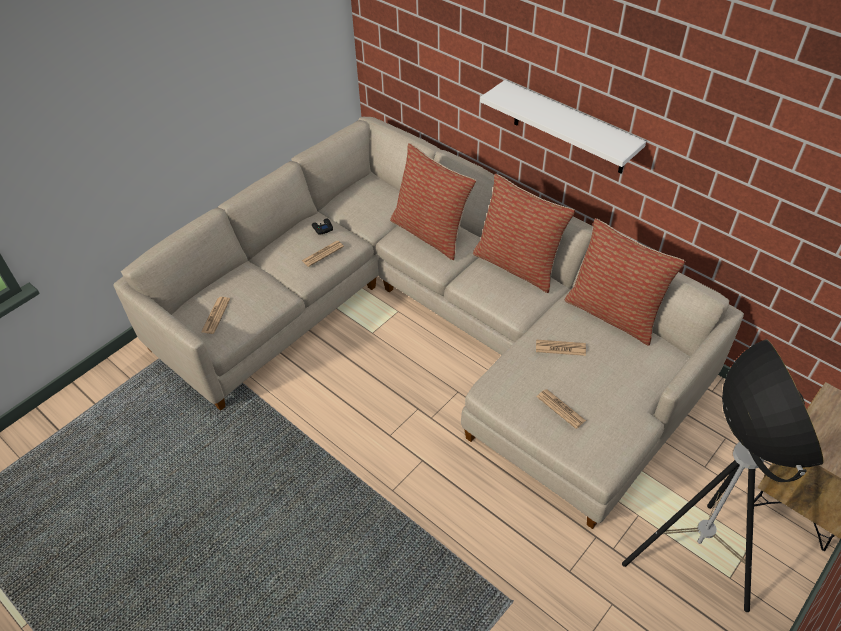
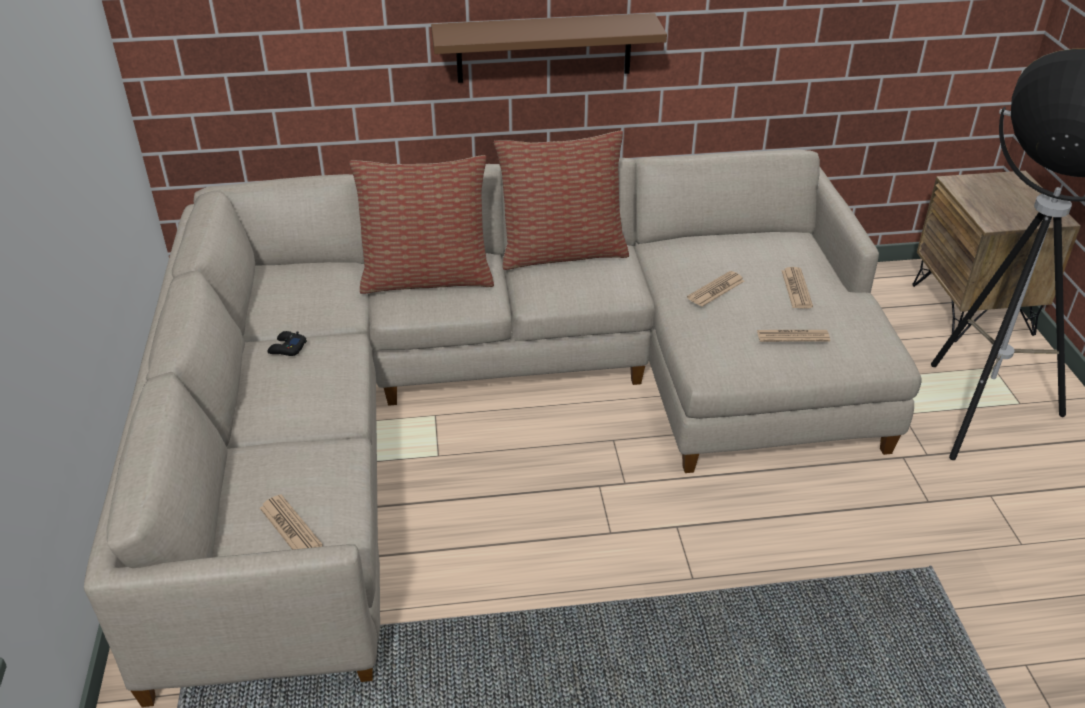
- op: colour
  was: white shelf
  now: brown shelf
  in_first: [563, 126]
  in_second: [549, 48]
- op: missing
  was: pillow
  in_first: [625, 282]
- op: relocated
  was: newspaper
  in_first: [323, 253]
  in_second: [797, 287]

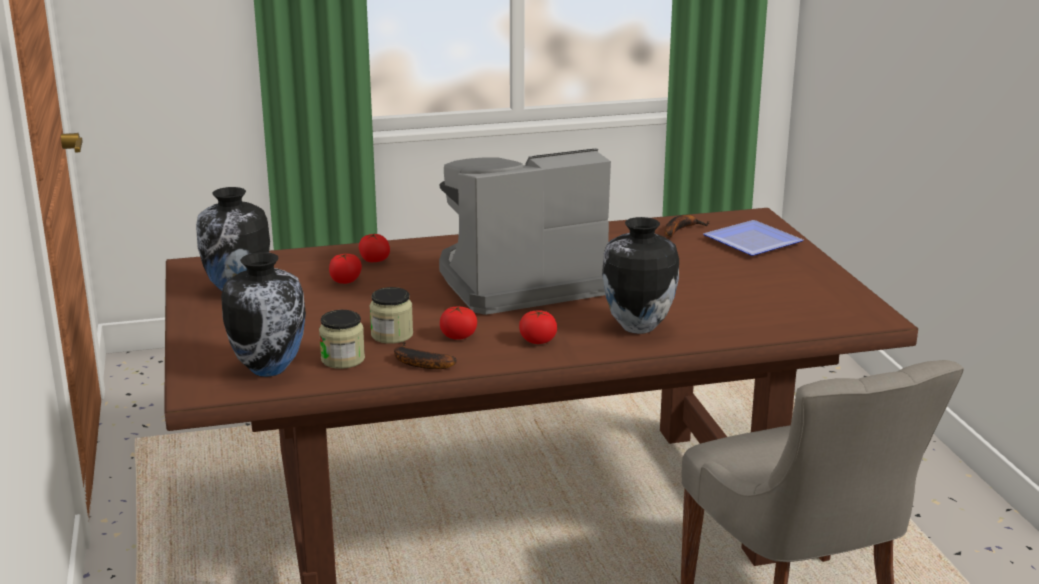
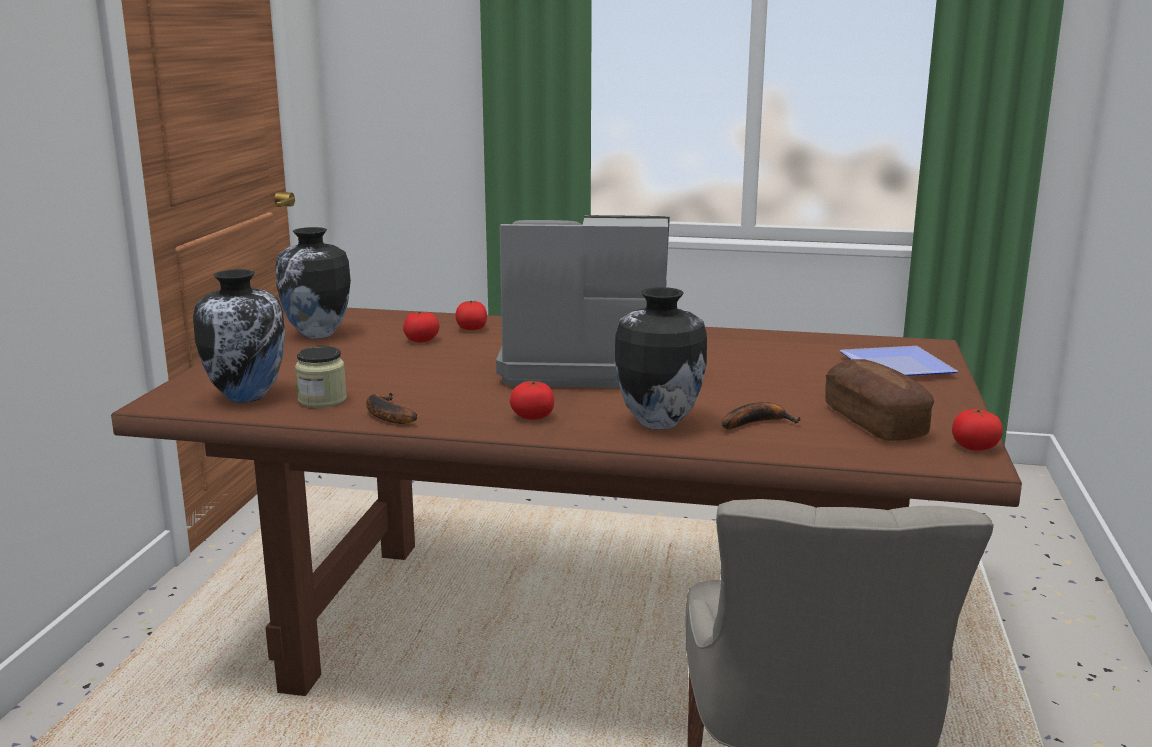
- op: relocated
  was: banana
  in_first: [687, 226]
  in_second: [761, 415]
- op: missing
  was: jar
  in_first: [391, 315]
- op: relocated
  was: tomato
  in_first: [458, 323]
  in_second: [977, 430]
- op: appeared
  now: bread
  in_second: [879, 400]

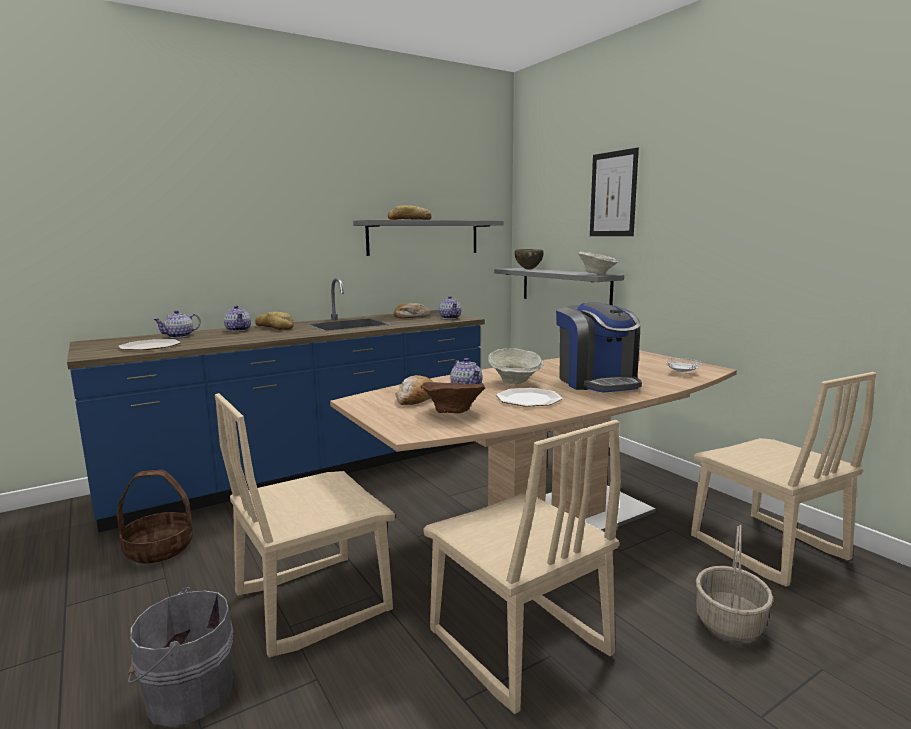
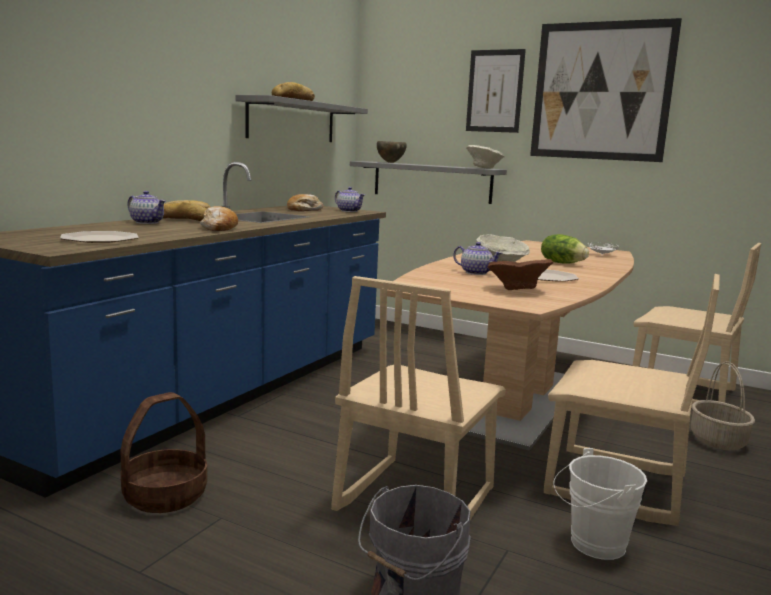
- op: exchanged
  was: coffee machine
  now: lettuce
  in_first: [599, 347]
  in_second: [565, 249]
- op: missing
  was: teapot
  in_first: [177, 324]
- op: relocated
  was: bread
  in_first: [414, 390]
  in_second: [219, 218]
- op: appeared
  now: picture
  in_second: [606, 90]
- op: appeared
  now: white bucket
  in_second: [600, 504]

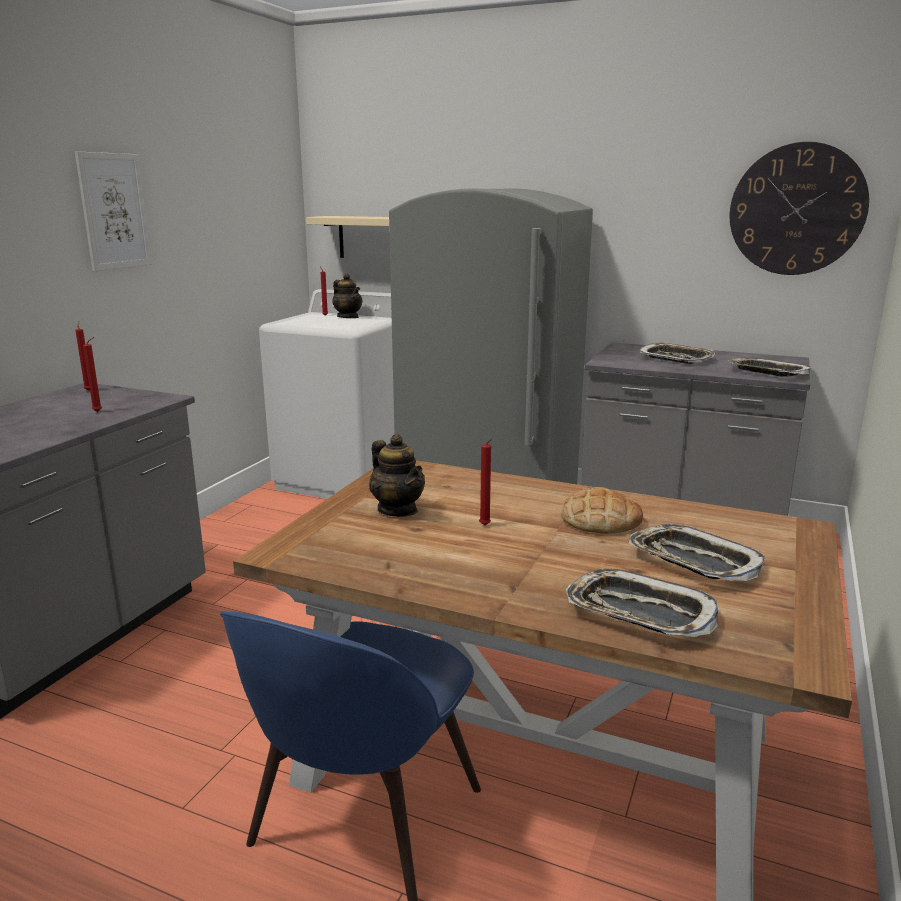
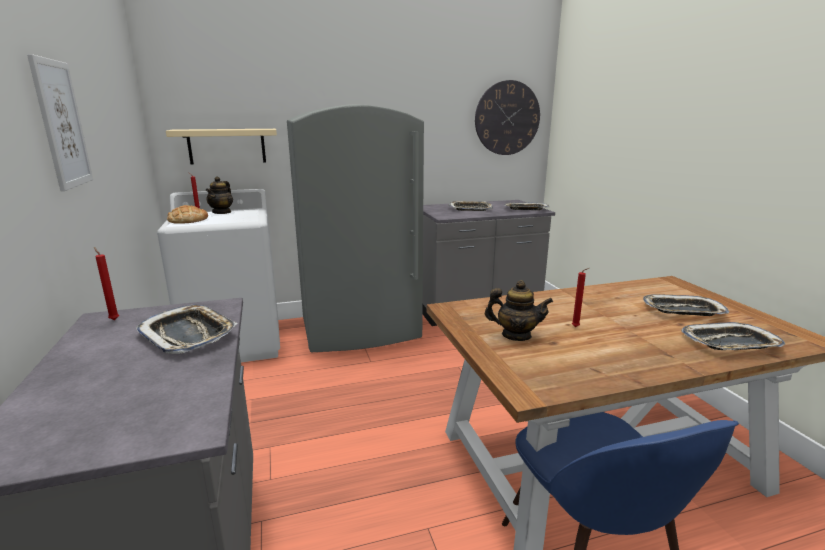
- op: spun
  was: teapot
  in_first: [347, 295]
  in_second: [219, 195]
  clockwise: 90
- op: exchanged
  was: red candle
  now: tray
  in_first: [92, 374]
  in_second: [187, 329]
- op: relocated
  was: bread
  in_first: [602, 510]
  in_second: [187, 214]

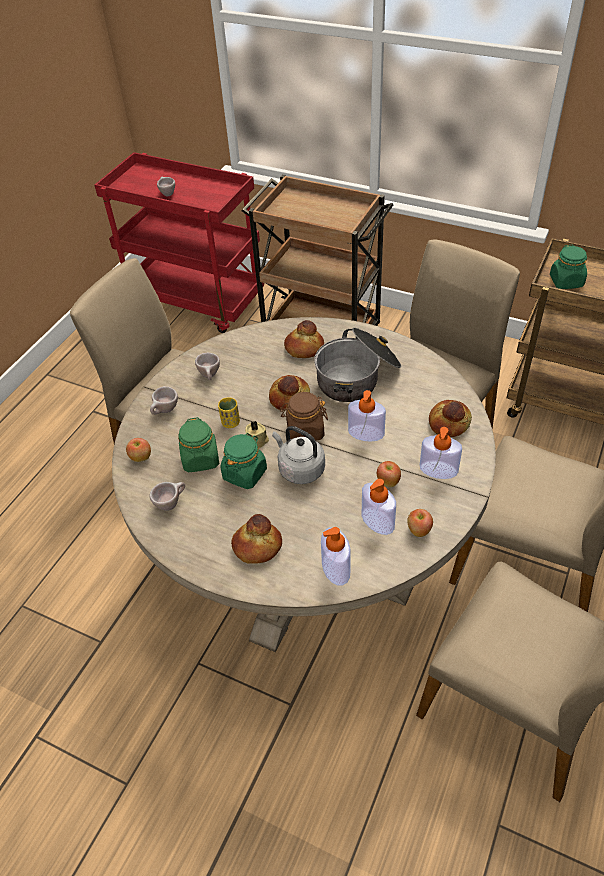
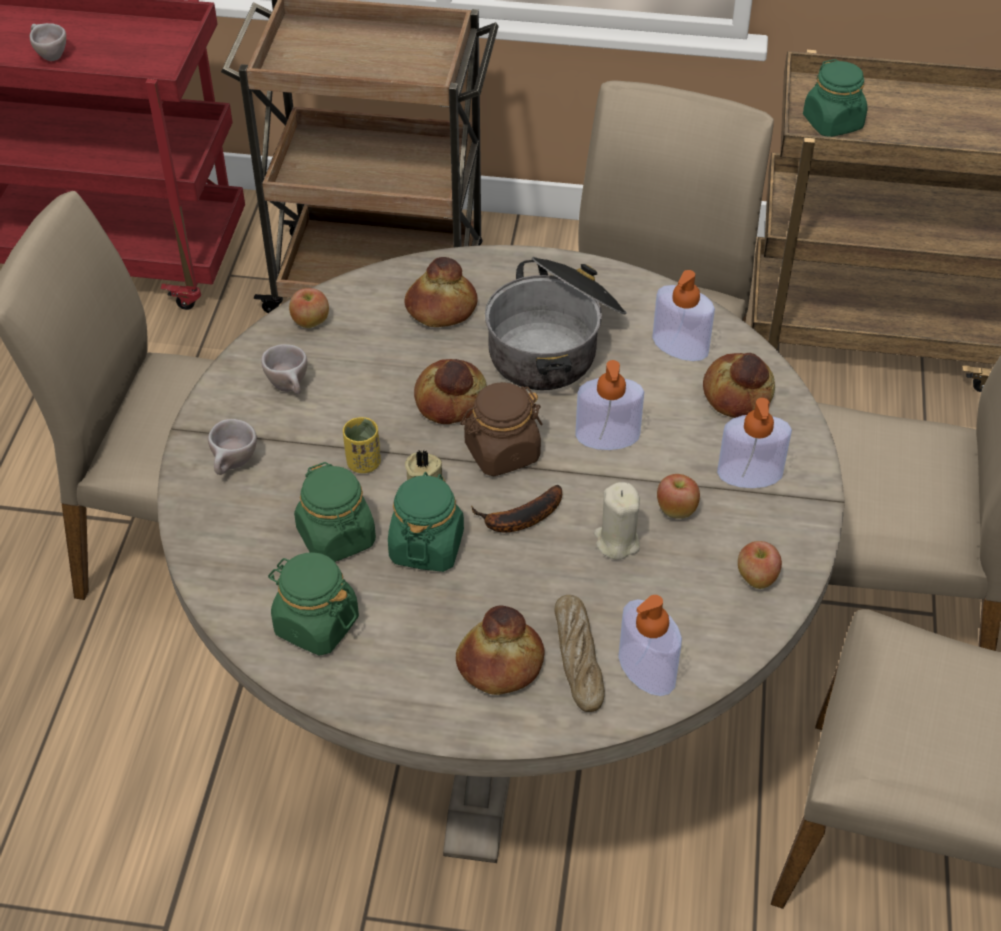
- op: exchanged
  was: grey kettle
  now: banana
  in_first: [298, 455]
  in_second: [516, 508]
- op: relocated
  was: apple
  in_first: [138, 450]
  in_second: [309, 308]
- op: relocated
  was: soap dispenser
  in_first: [379, 507]
  in_second: [683, 315]
- op: exchanged
  was: beige cup
  now: green jar
  in_first: [167, 496]
  in_second: [313, 604]
- op: appeared
  now: beige candle
  in_second: [617, 521]
- op: appeared
  now: bread
  in_second: [580, 653]

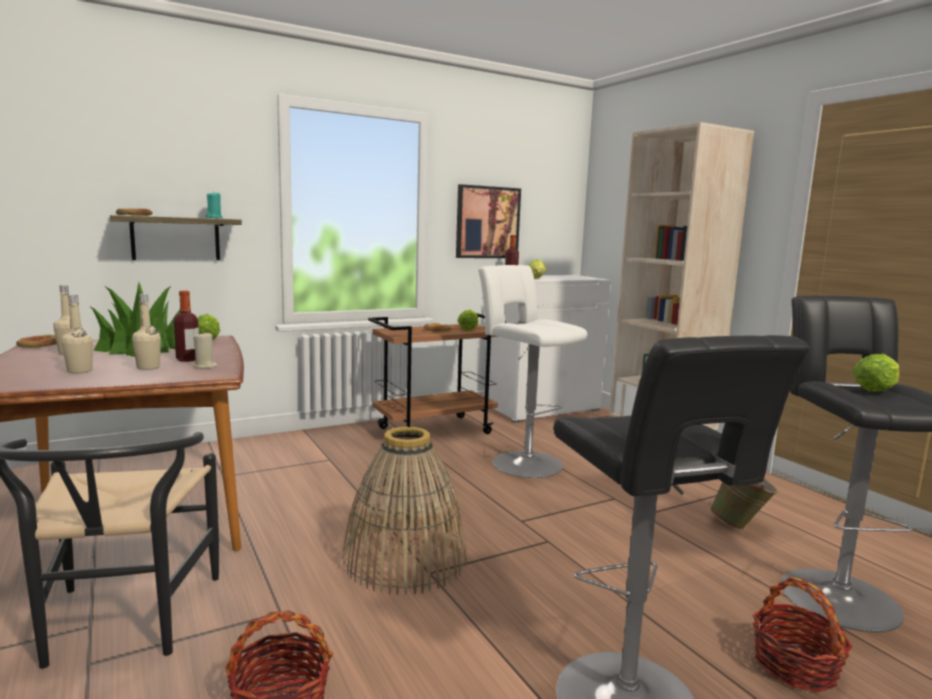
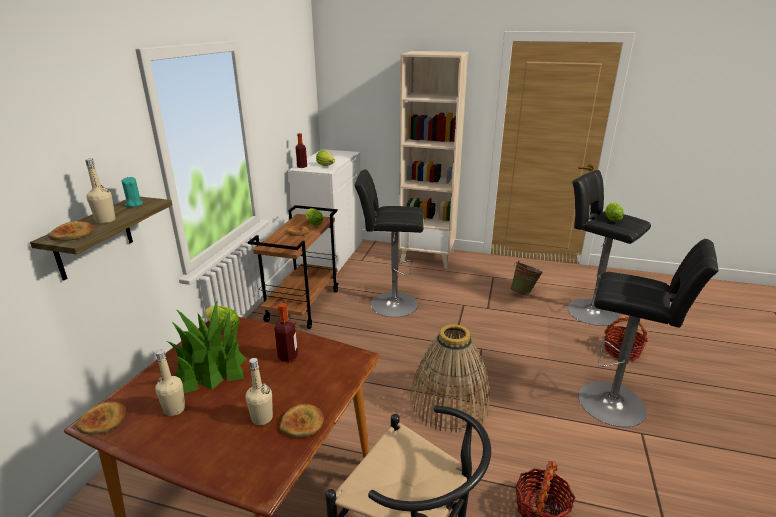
- op: missing
  was: picture
  in_first: [488, 221]
- op: colour
  was: white stool
  now: black stool
  in_first: [532, 371]
  in_second: [389, 243]
- op: relocated
  was: beige bottle
  in_first: [146, 332]
  in_second: [100, 191]
- op: missing
  was: beige candle
  in_first: [205, 350]
- op: appeared
  now: bread
  in_second: [302, 420]

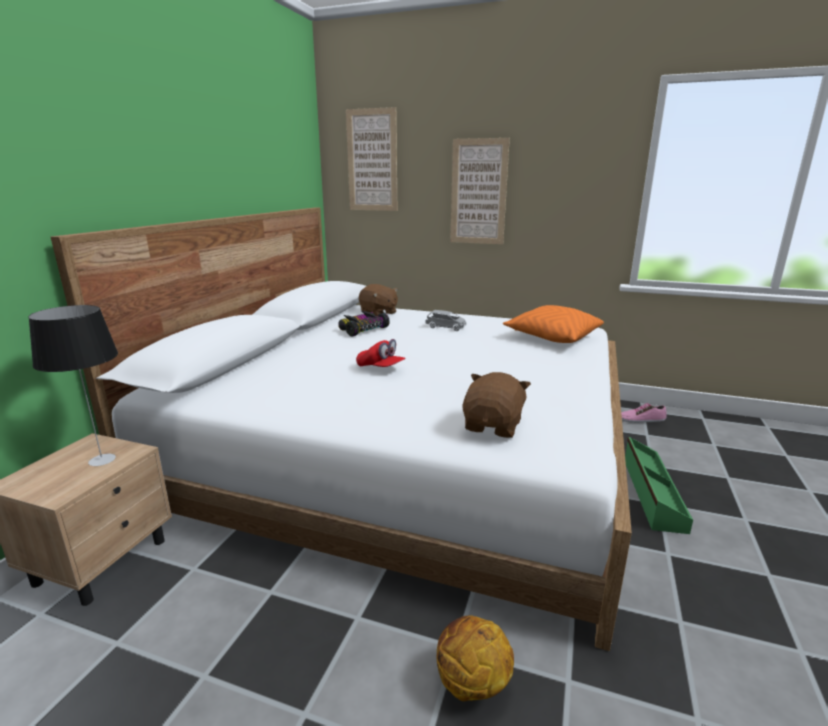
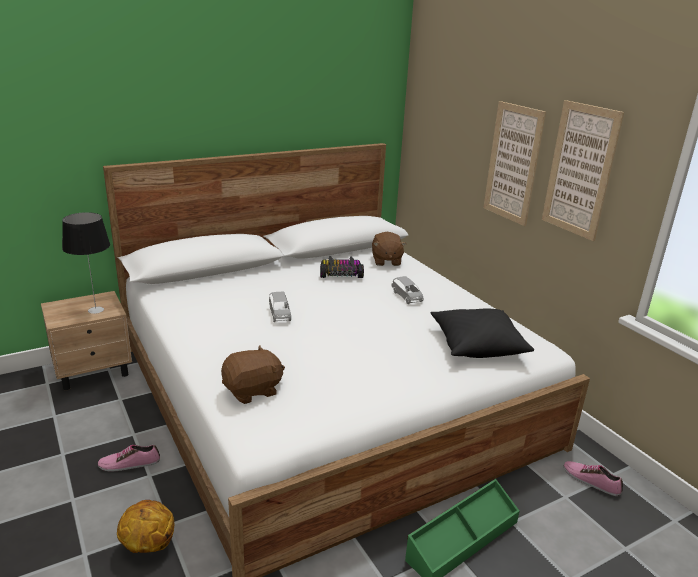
- op: relocated
  was: picture
  in_first: [371, 159]
  in_second: [583, 170]
- op: colour
  was: orange pillow
  now: black pillow
  in_first: [553, 324]
  in_second: [482, 333]
- op: exchanged
  was: red cap
  now: grey toy car
  in_first: [381, 353]
  in_second: [280, 307]
- op: appeared
  now: shoe
  in_second: [129, 458]

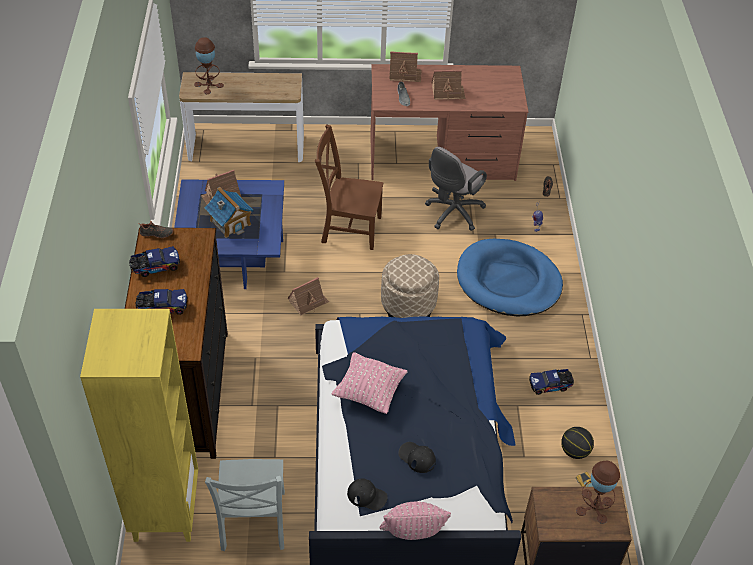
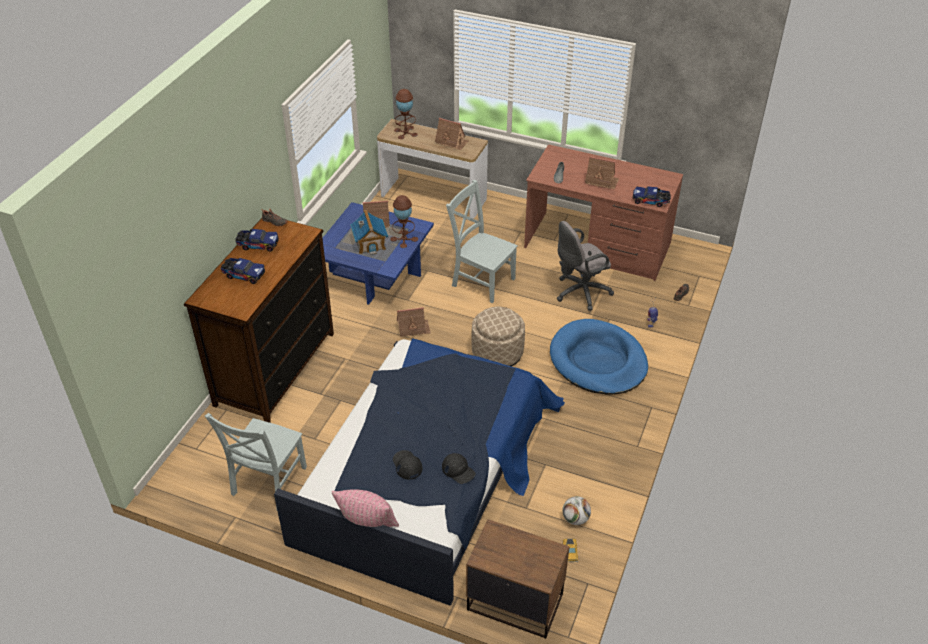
- op: relocated
  was: toy house
  in_first: [405, 66]
  in_second: [451, 134]
- op: colour
  was: brown chair
  now: grey chair
  in_first: [349, 187]
  in_second: [482, 241]
- op: missing
  was: yellow bookcase
  in_first: [139, 425]
- op: missing
  was: pink pillow
  in_first: [370, 383]
- op: relocated
  was: toy truck
  in_first: [551, 382]
  in_second: [652, 197]
- op: exchanged
  was: basketball
  now: football
  in_first: [577, 443]
  in_second: [577, 510]
- op: relocated
  was: brown table lamp
  in_first: [598, 492]
  in_second: [404, 221]
- op: relocated
  was: black cap
  in_first: [367, 494]
  in_second: [459, 468]

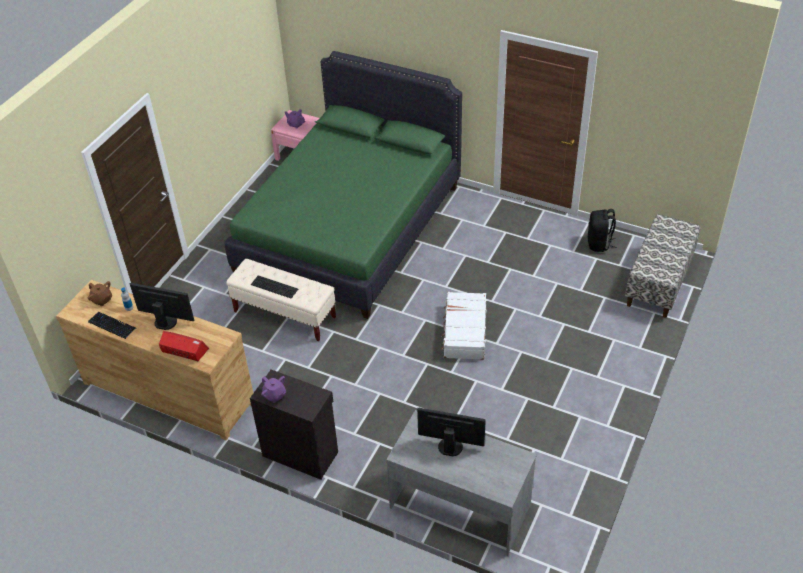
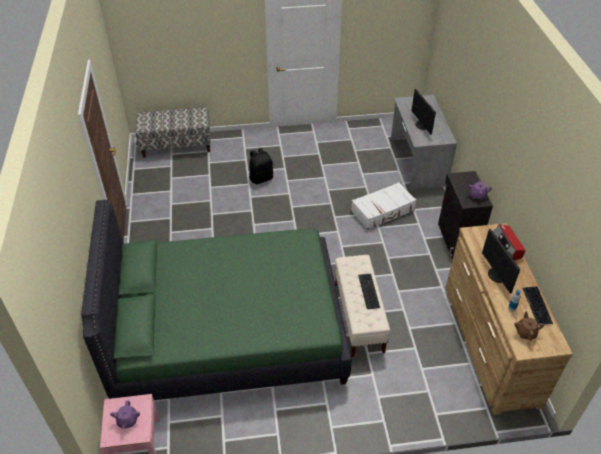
- op: relocated
  was: black backpack
  in_first: [602, 230]
  in_second: [261, 166]
- op: relocated
  was: white suitcase
  in_first: [464, 326]
  in_second: [383, 206]

